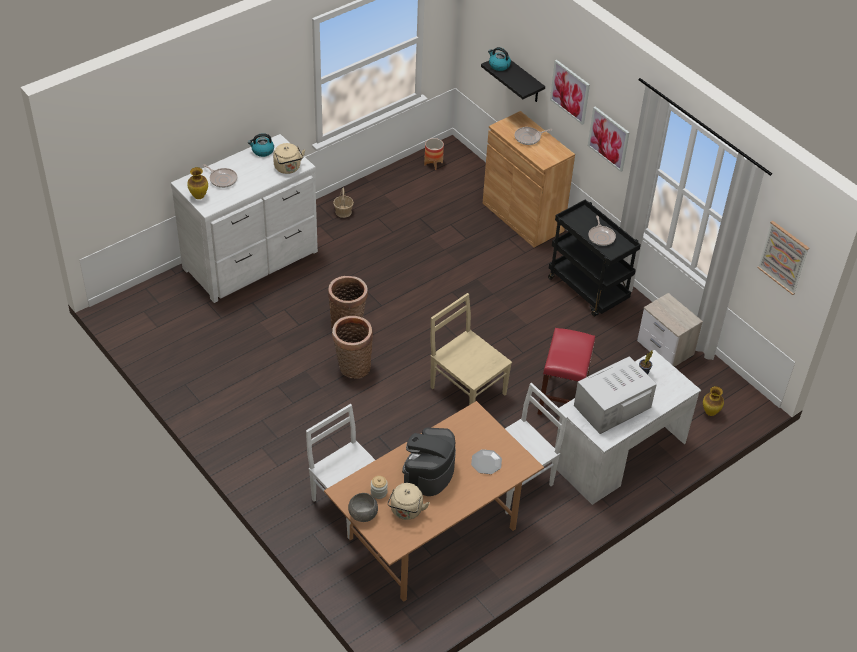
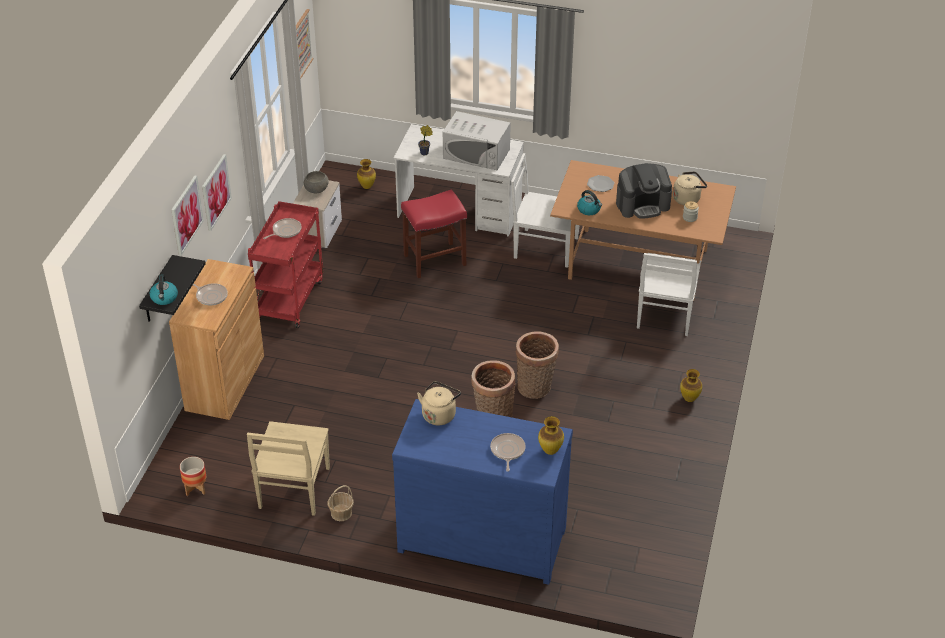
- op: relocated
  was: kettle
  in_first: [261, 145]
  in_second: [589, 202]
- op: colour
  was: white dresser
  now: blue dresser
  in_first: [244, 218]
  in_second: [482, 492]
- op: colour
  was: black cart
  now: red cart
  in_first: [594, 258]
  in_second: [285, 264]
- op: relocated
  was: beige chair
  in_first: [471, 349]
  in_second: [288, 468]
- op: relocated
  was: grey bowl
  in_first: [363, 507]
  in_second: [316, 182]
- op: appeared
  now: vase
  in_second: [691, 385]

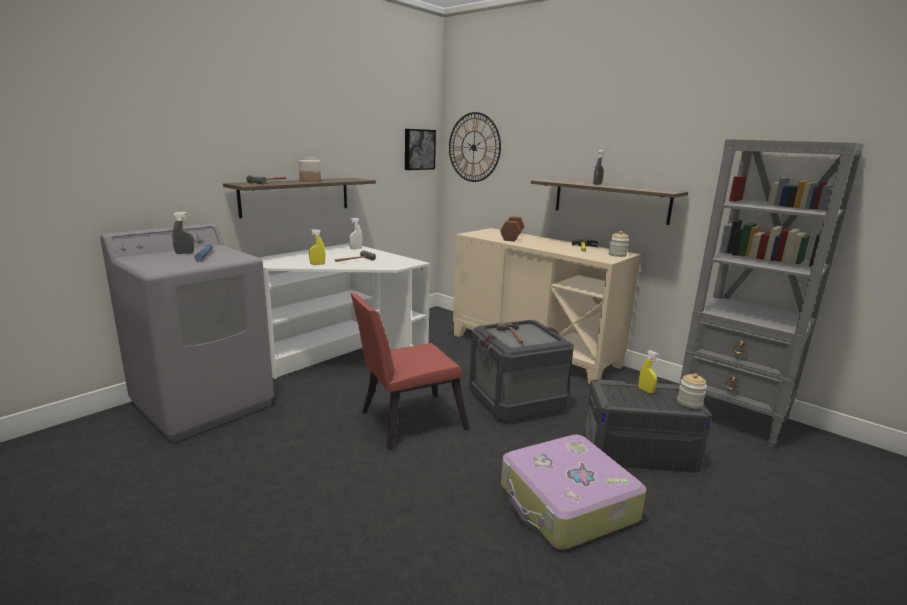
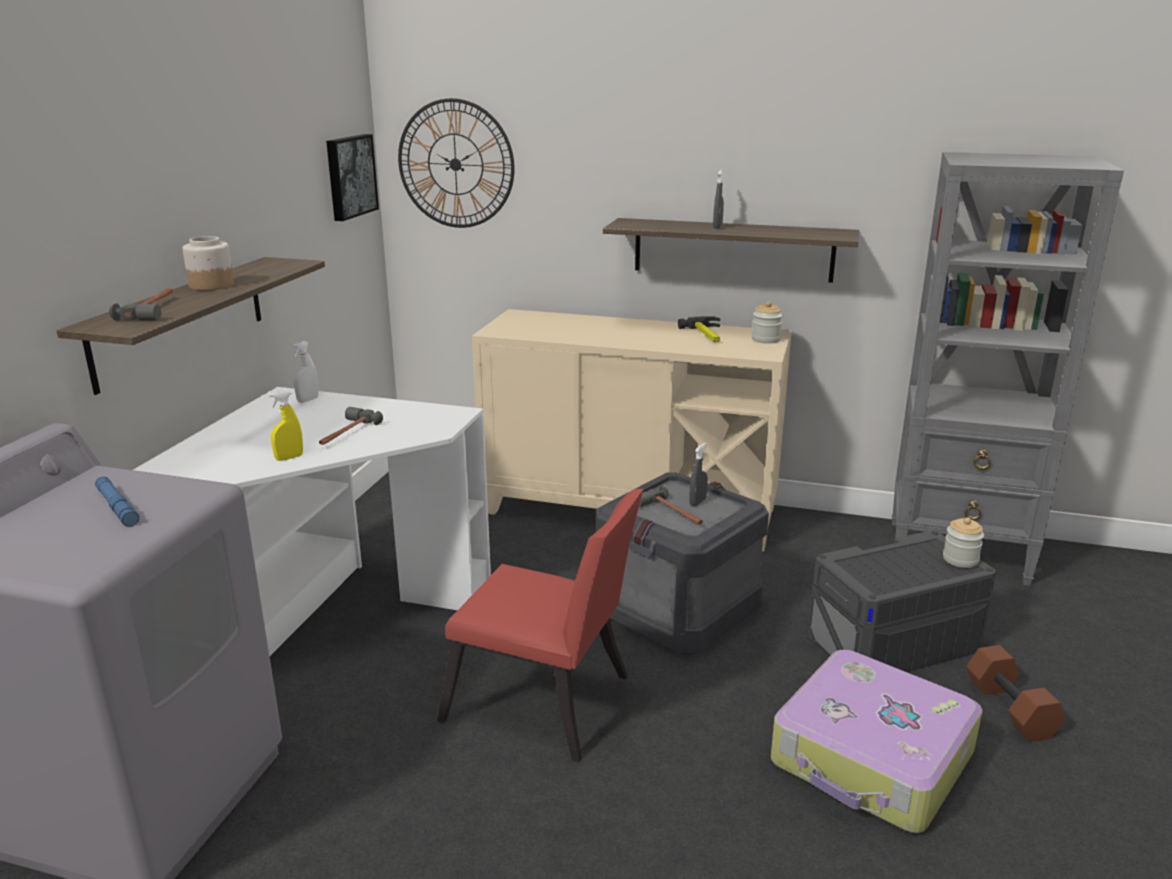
- op: relocated
  was: grey spray bottle
  in_first: [183, 233]
  in_second: [698, 474]
- op: relocated
  was: brown dumbbell
  in_first: [512, 228]
  in_second: [1016, 693]
- op: spun
  was: red chair
  in_first: [410, 371]
  in_second: [540, 625]
  clockwise: -105
- op: missing
  was: yellow spray bottle
  in_first: [649, 372]

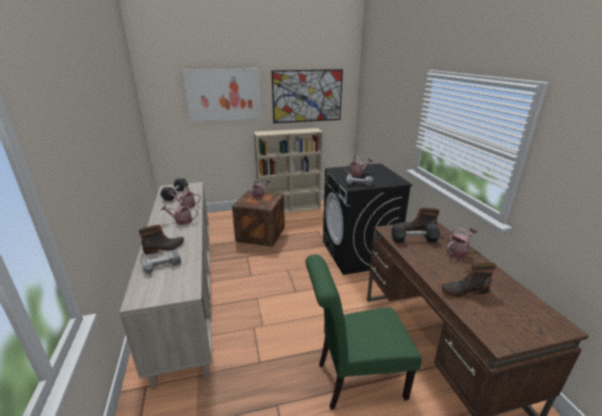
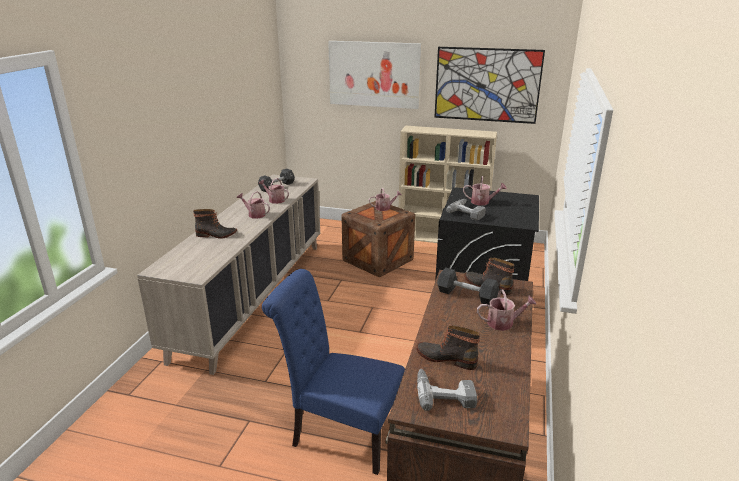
- op: relocated
  was: power drill
  in_first: [161, 261]
  in_second: [447, 390]
- op: colour
  was: green chair
  now: blue chair
  in_first: [363, 332]
  in_second: [333, 372]

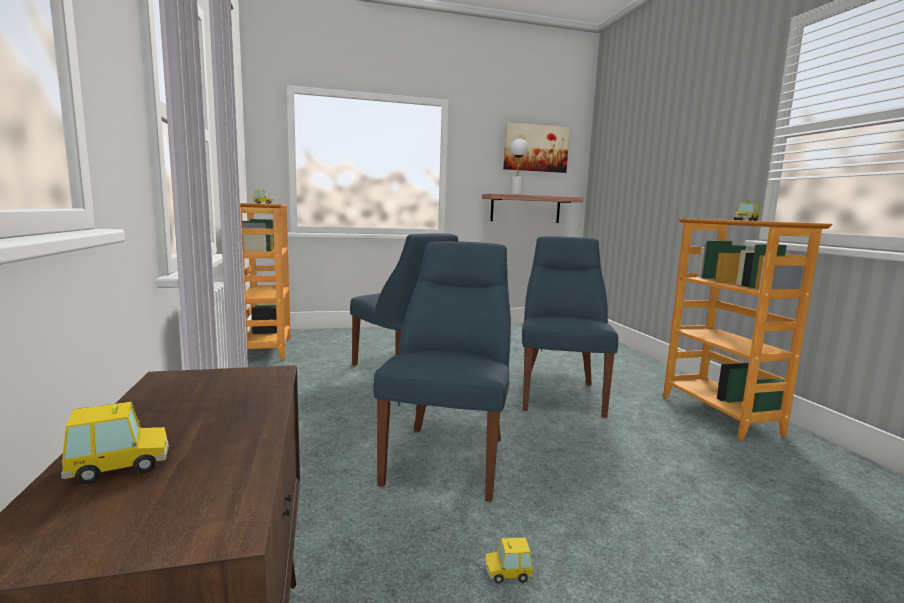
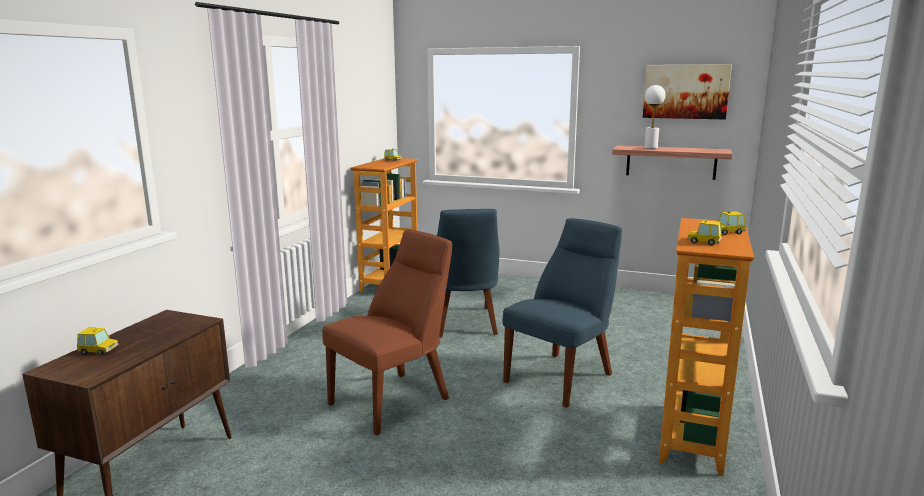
- op: colour
  was: blue chair
  now: brown chair
  in_first: [442, 371]
  in_second: [387, 333]
- op: relocated
  was: toy car
  in_first: [509, 561]
  in_second: [704, 233]

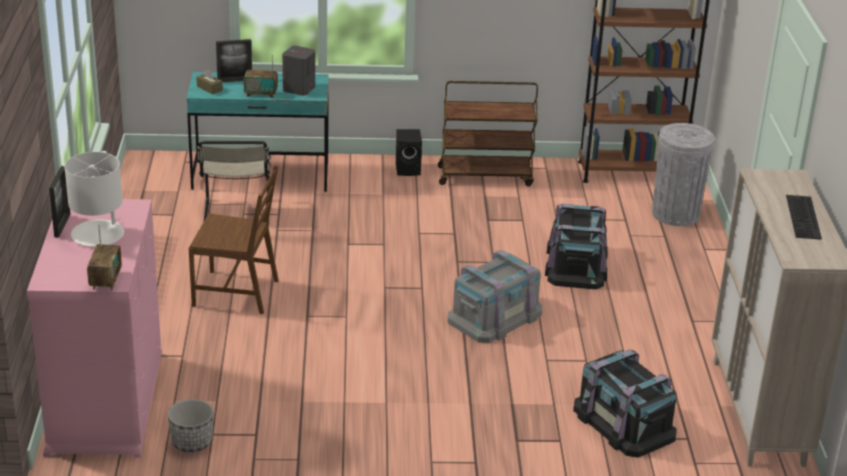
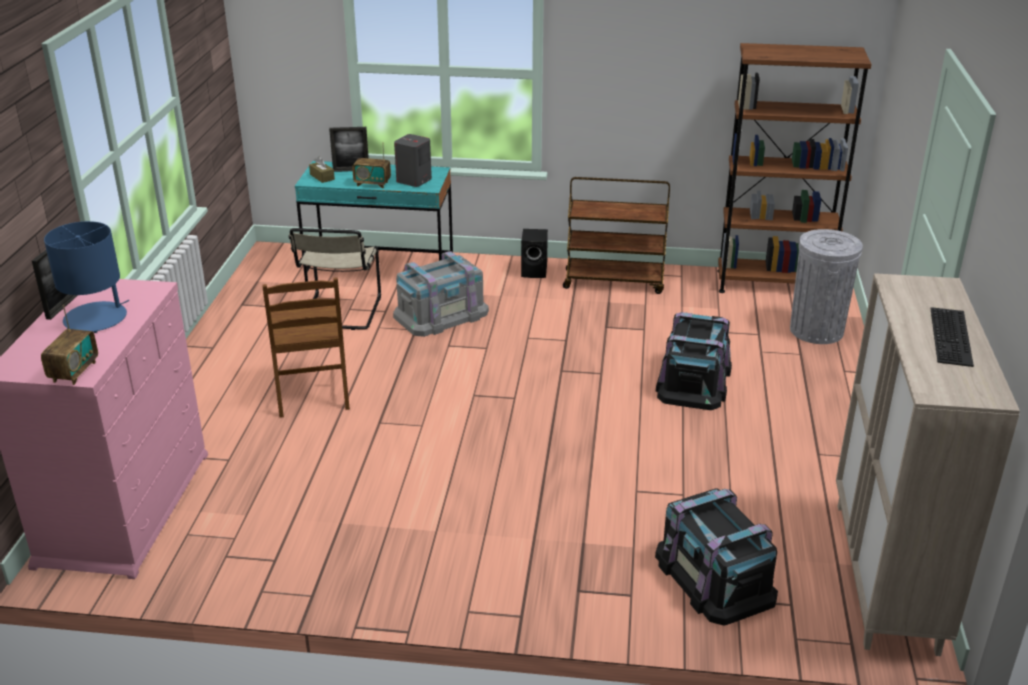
- op: colour
  was: white table lamp
  now: blue table lamp
  in_first: [94, 199]
  in_second: [86, 277]
- op: spun
  was: brown chair
  in_first: [234, 239]
  in_second: [306, 347]
  clockwise: 60
- op: relocated
  was: grey storage box
  in_first: [495, 296]
  in_second: [441, 294]
- op: missing
  was: planter
  in_first: [190, 425]

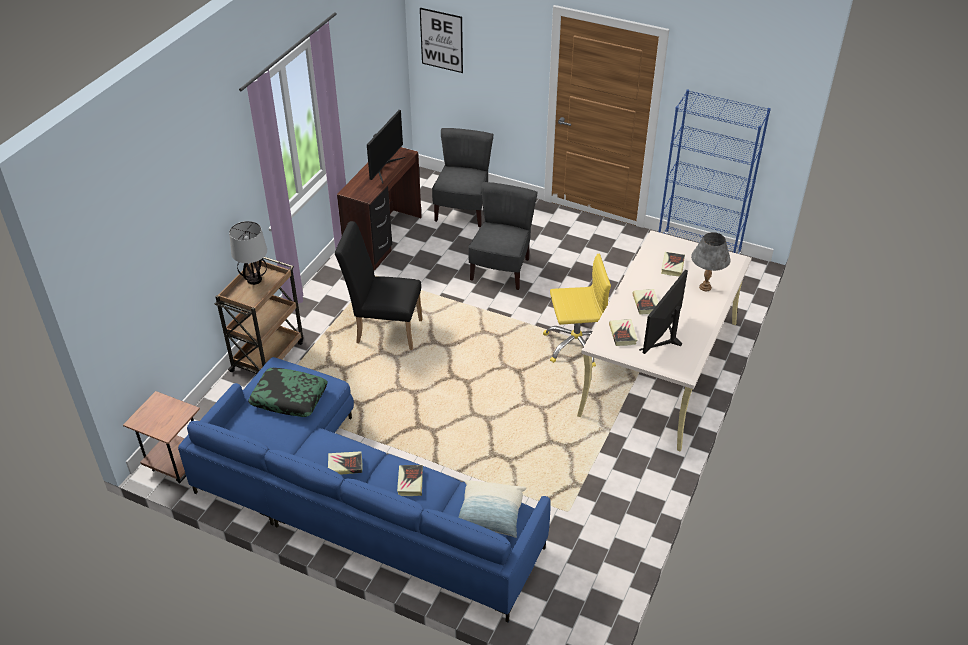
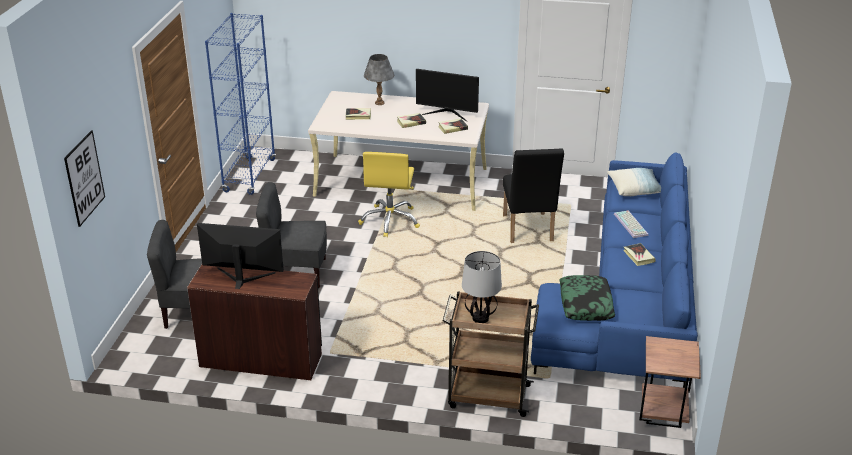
- op: relocated
  was: black chair
  in_first: [379, 285]
  in_second: [533, 195]
- op: spun
  was: yellow office chair
  in_first: [577, 310]
  in_second: [389, 194]
  clockwise: -150
- op: exchanged
  was: book
  now: keyboard
  in_first: [410, 480]
  in_second: [631, 224]

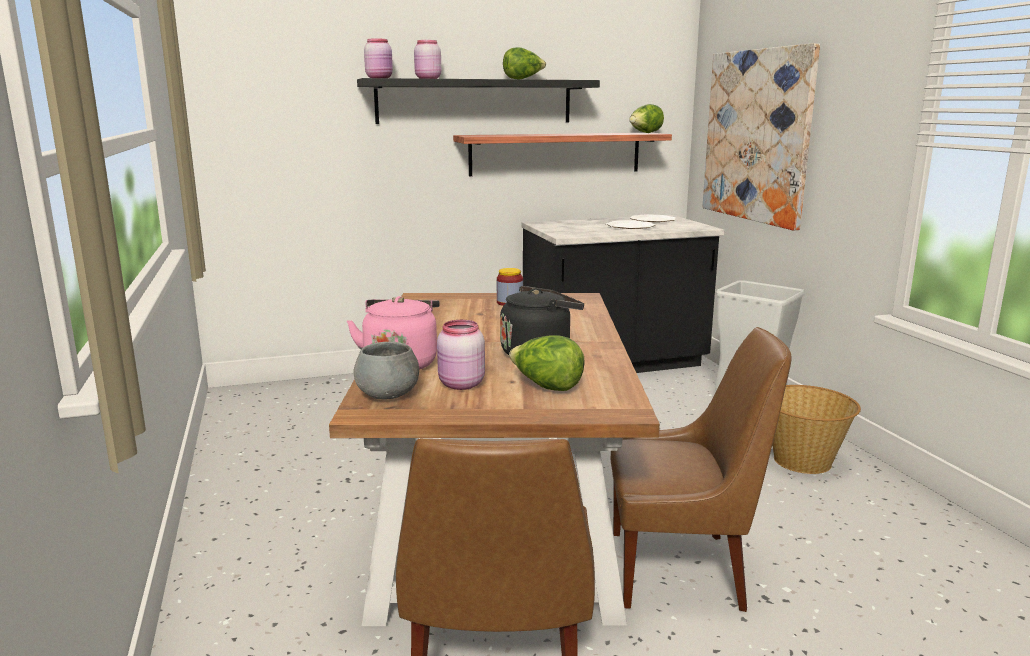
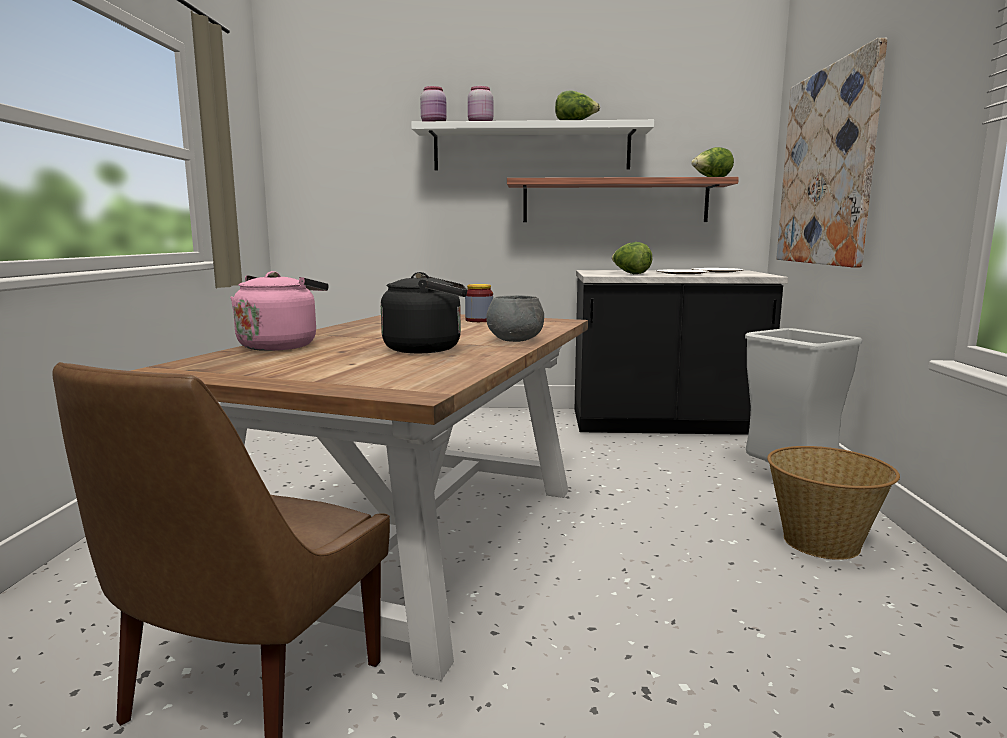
- op: colour
  was: black shelf
  now: white shelf
  in_first: [478, 101]
  in_second: [532, 145]
- op: missing
  was: pink jar
  in_first: [461, 355]
- op: missing
  was: brown chair
  in_first: [701, 469]
- op: relocated
  was: lettuce
  in_first: [547, 363]
  in_second: [632, 258]
- op: relocated
  was: grey bowl
  in_first: [386, 370]
  in_second: [515, 318]

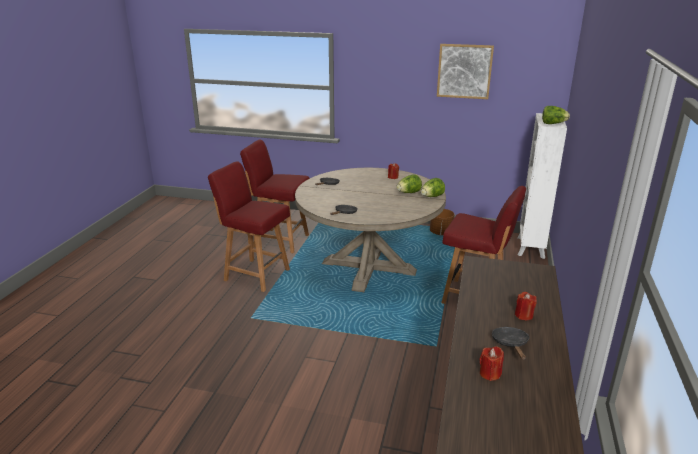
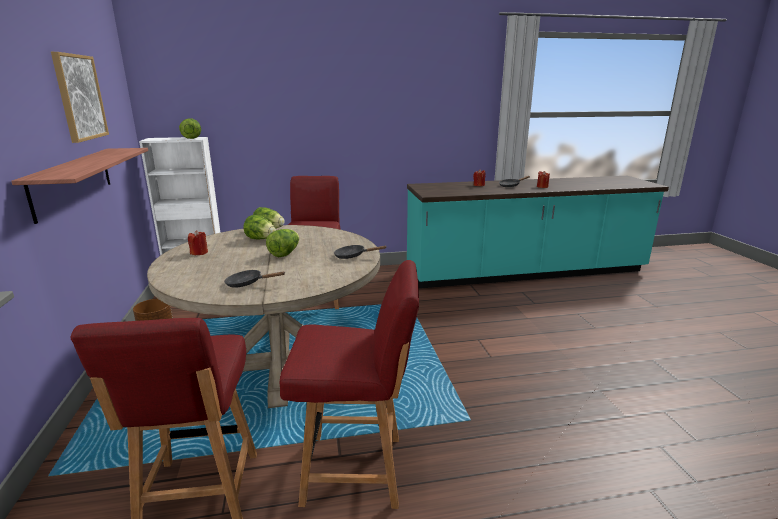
- op: spun
  was: red chair
  in_first: [249, 226]
  in_second: [349, 384]
  clockwise: -90
- op: appeared
  now: shelf
  in_second: [79, 186]
- op: appeared
  now: lettuce
  in_second: [283, 243]

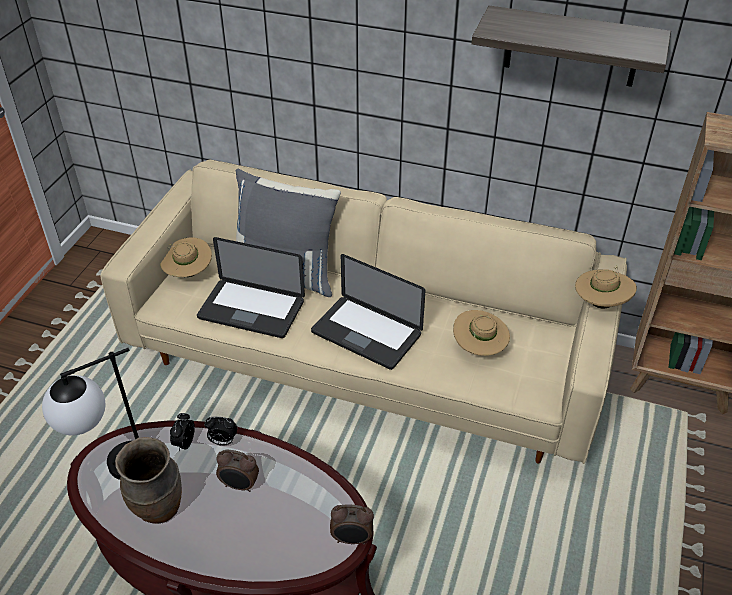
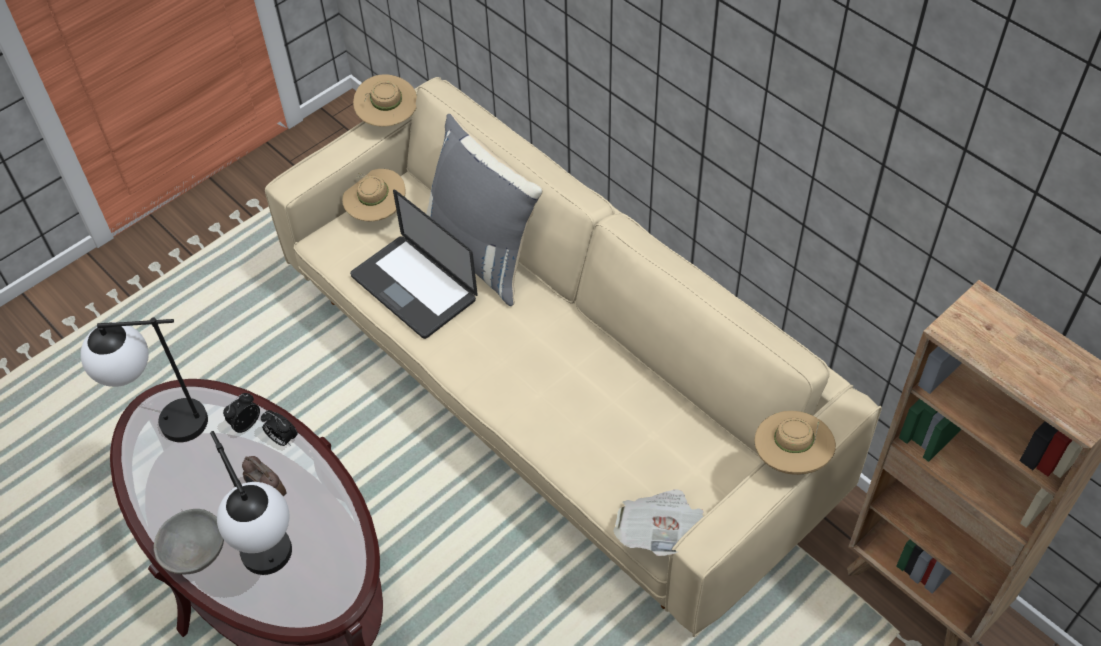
- op: missing
  was: shelf
  in_first: [571, 46]
- op: missing
  was: laptop
  in_first: [368, 312]
- op: relocated
  was: beige hat
  in_first: [481, 333]
  in_second: [385, 100]
- op: missing
  was: brown vase
  in_first: [148, 480]
- op: missing
  was: alarm clock
  in_first: [352, 524]
- op: appeared
  now: table lamp
  in_second: [251, 503]
- op: appeared
  now: newspaper
  in_second: [658, 522]
- op: appeared
  now: grey bowl
  in_second: [189, 542]

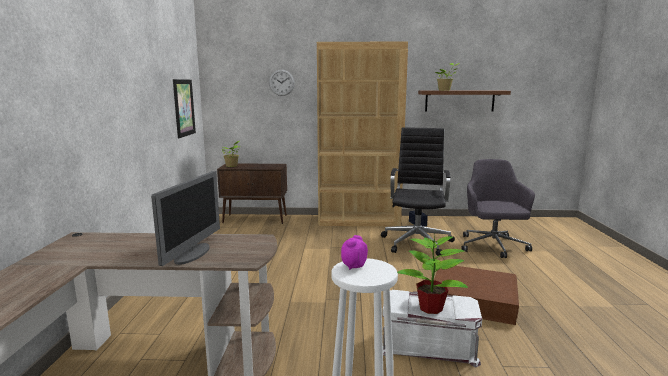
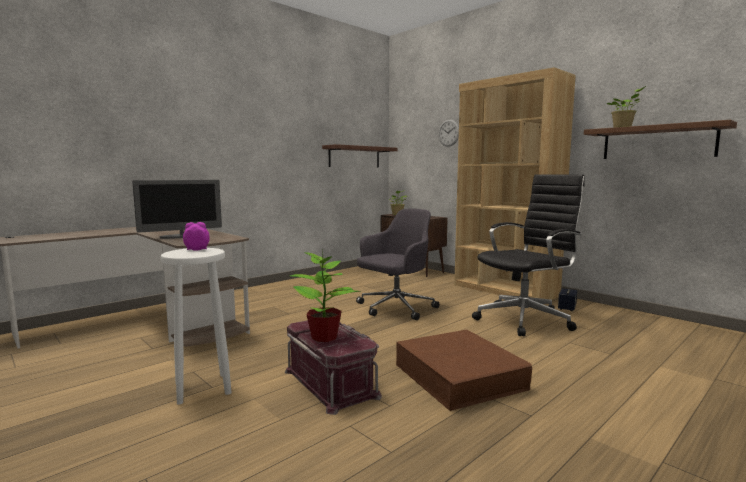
- op: exchanged
  was: picture
  now: brown shelf
  in_first: [184, 108]
  in_second: [360, 156]
- op: relocated
  was: grey office chair
  in_first: [498, 208]
  in_second: [397, 264]
- op: colour
  was: white storage box
  now: red storage box
  in_first: [432, 328]
  in_second: [333, 367]

